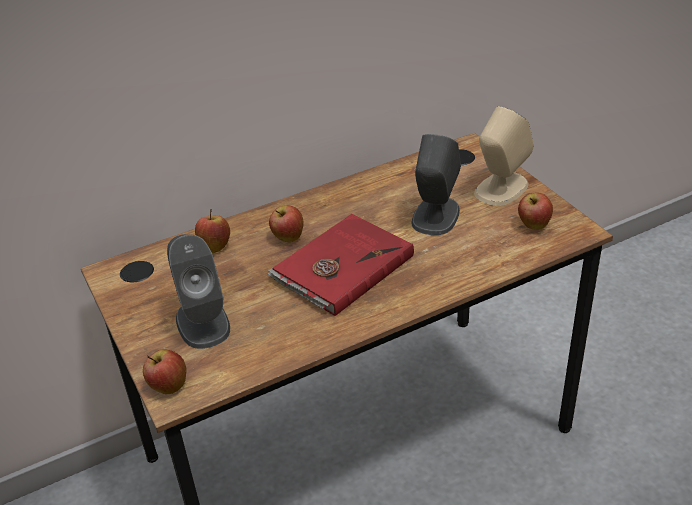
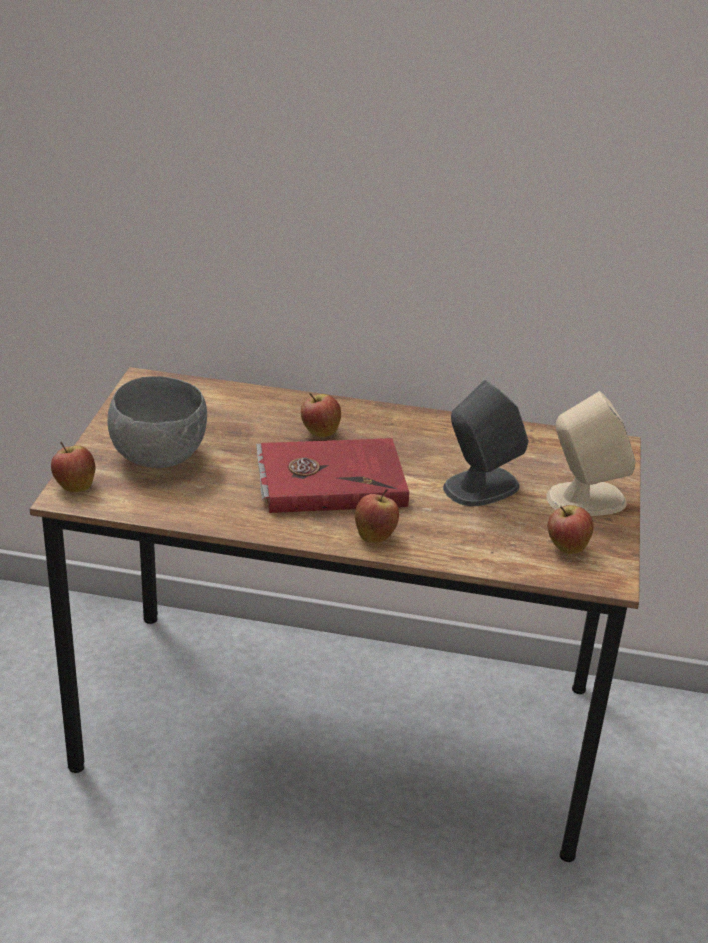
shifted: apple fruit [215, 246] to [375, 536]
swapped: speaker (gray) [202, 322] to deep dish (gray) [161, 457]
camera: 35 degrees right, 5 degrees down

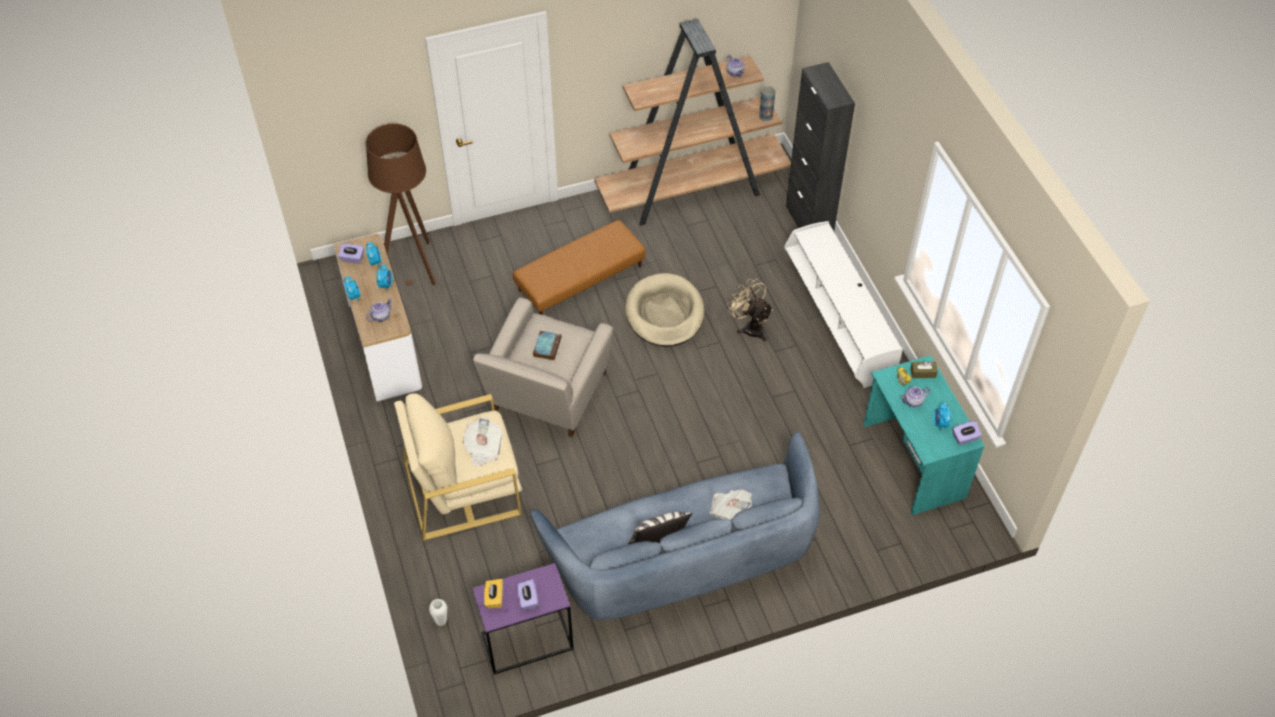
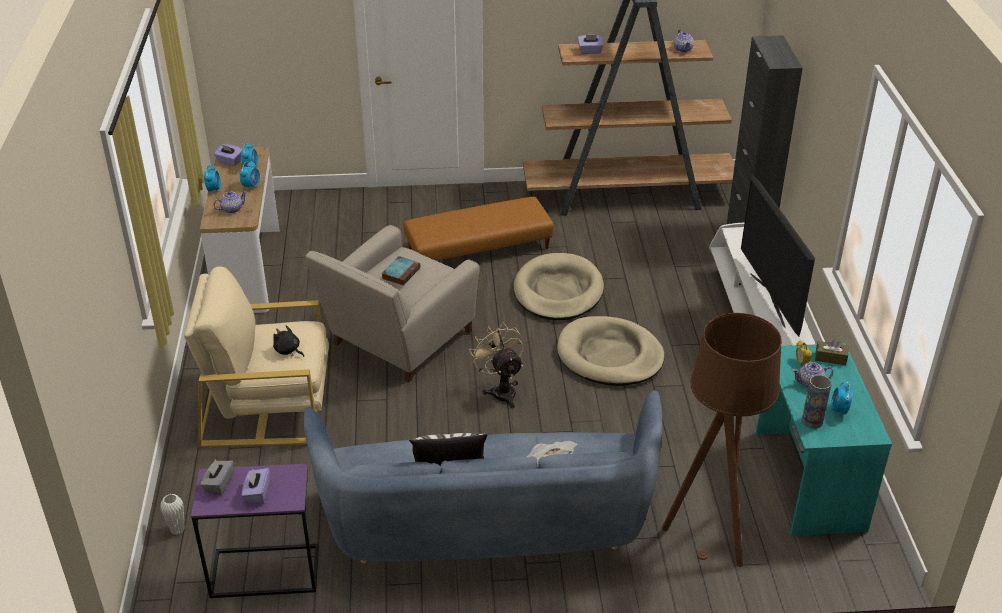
new: TV set [768, 299]; pet bed (beige) [609, 356]
shifted: decorative vase [766, 116] to [812, 421]; standing lamp (brown) [414, 265] to [711, 532]; electric fan (beige) [750, 327] to [501, 390]; tissue holder (purple) [965, 438] to [590, 51]
swapped: daily paper [483, 449] to plush toy (blackish) [288, 351]
repainted: tissue holder (yellowish) [494, 598] to tissue holder (gray) [218, 484]
camera: 15 degrees right, 15 degrees down

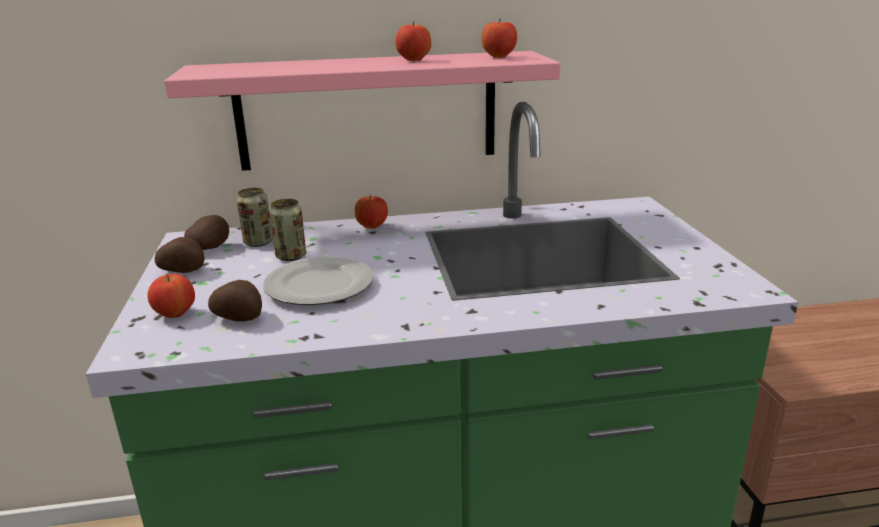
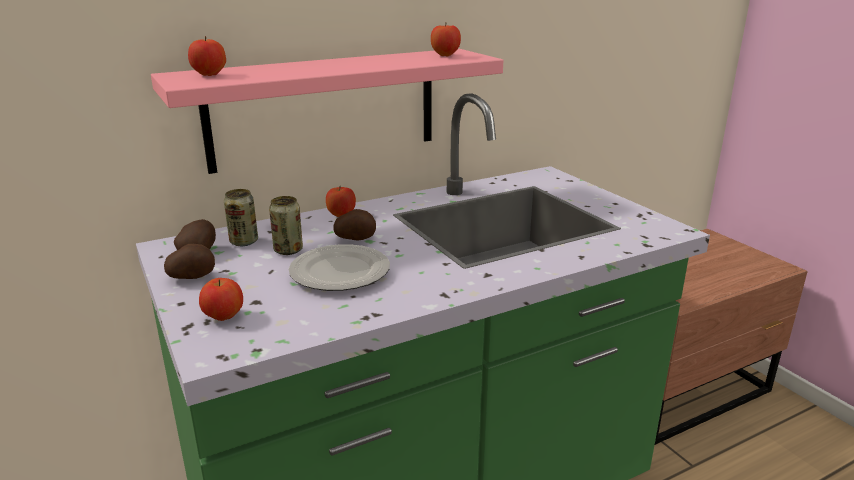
shifted: apple fruit [414, 60] to [209, 75]; potato [240, 318] to [355, 239]
camera: 20 degrees left, 0 degrees up

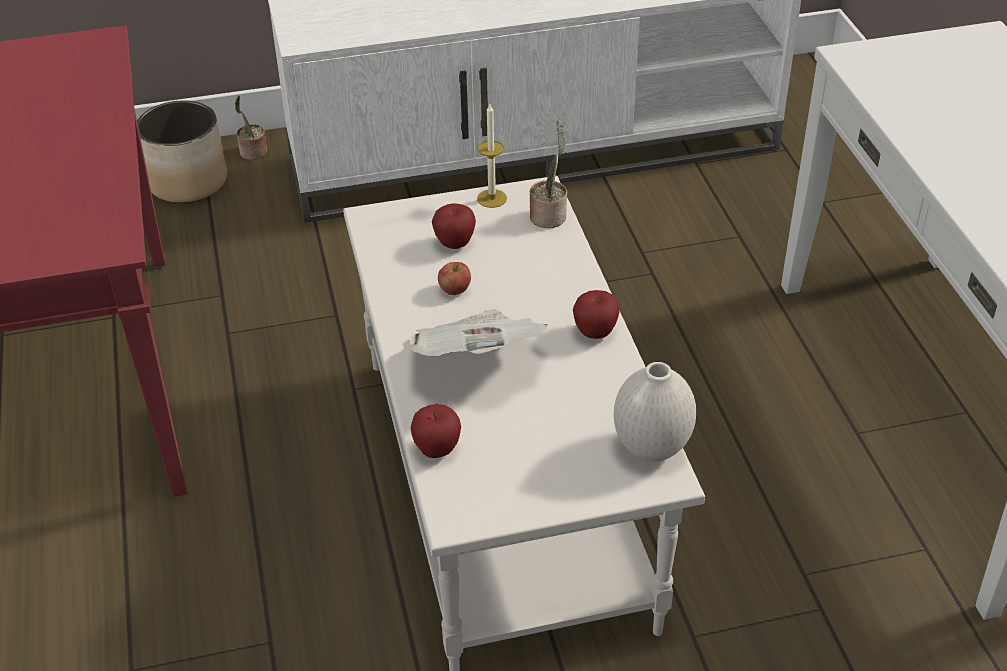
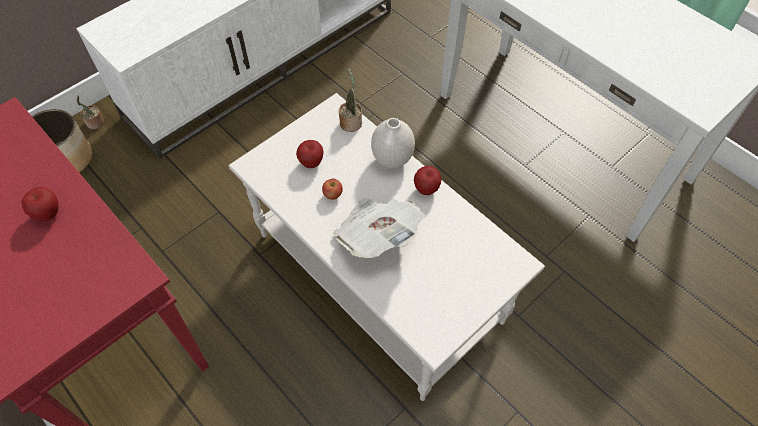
gone: wax light [492, 198]
shifted: decorative vase (white-coloured) [650, 448] to [391, 160]; apple fruit [437, 450] to [48, 214]
camera: 30 degrees left, 15 degrees up

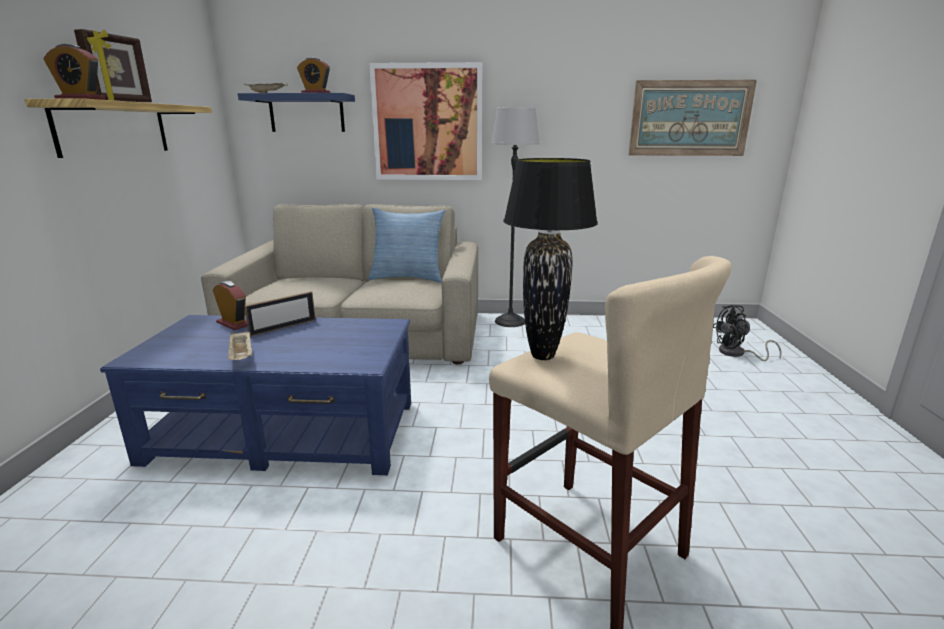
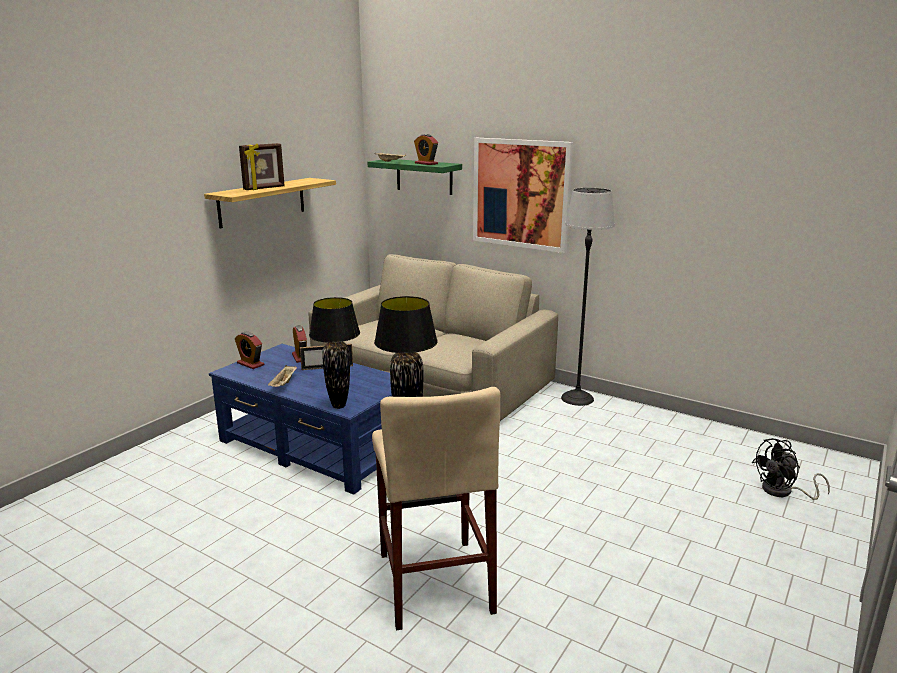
gone: wall art [690, 118]; cushion [408, 277]
new: lamp for a table (blackish) [339, 406]
shifted: alarm clock [80, 99] to [250, 364]
repainted: bracket shelf (blue) [306, 113] to bracket shelf (green) [424, 176]
rotated: electric fan (blackish) [737, 354] = [783, 492] 45 degrees counterclockwise
camera: 30 degrees right, 0 degrees up

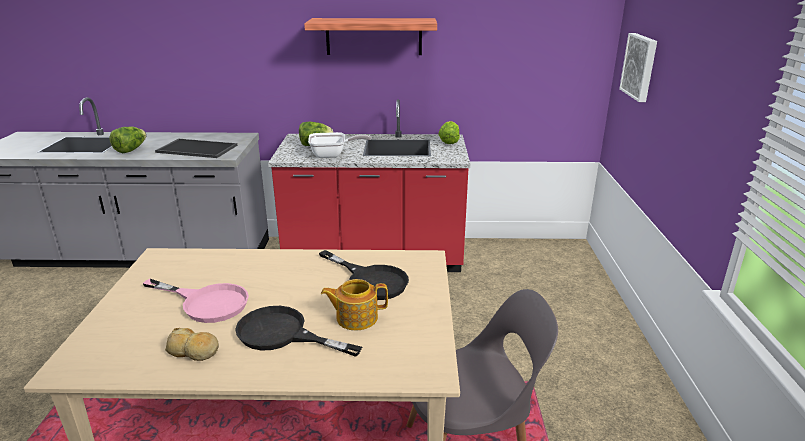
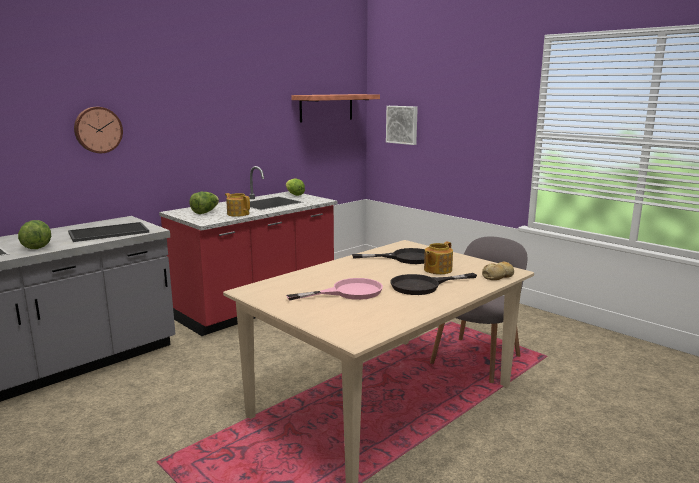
new: hanging clock [98, 130]
shifted: bracket shelf [374, 36] to [326, 107]; bakery bread [193, 351] to [498, 276]
swapped: skillet [332, 155] to tea pot [238, 214]
camera: 45 degrees left, 10 degrees down

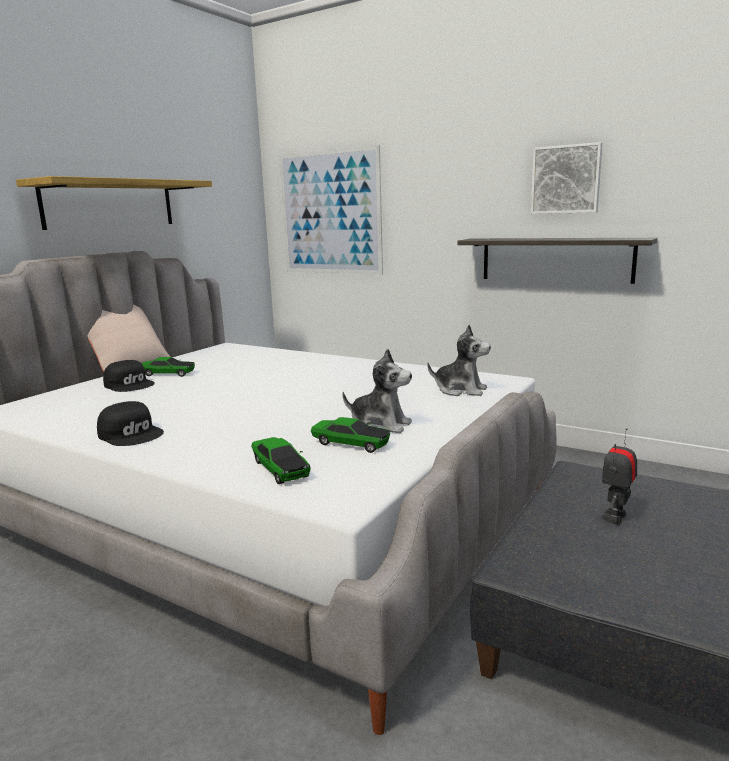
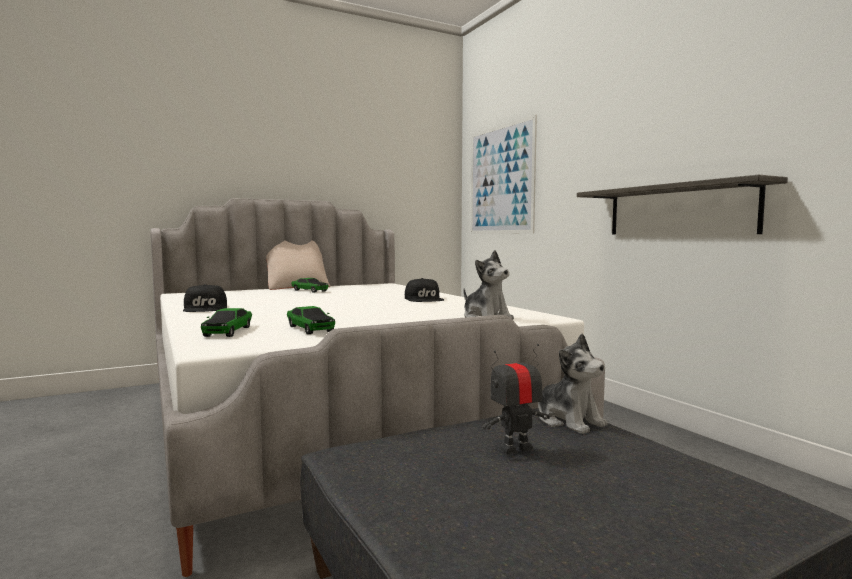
gone: wall art [566, 179]; bracket shelf [110, 204]
shifted: plush toy [380, 425] to [569, 421]; cap (blackish) [130, 384] to [424, 299]
camera: 30 degrees right, 10 degrees down

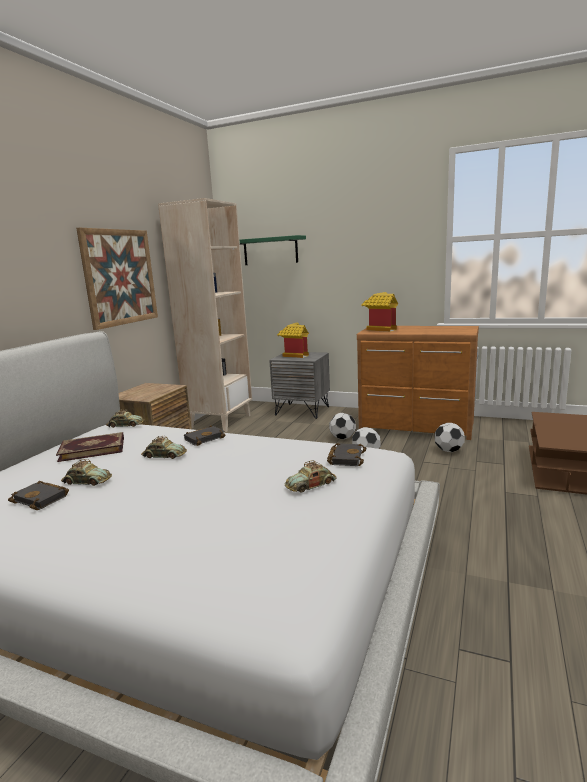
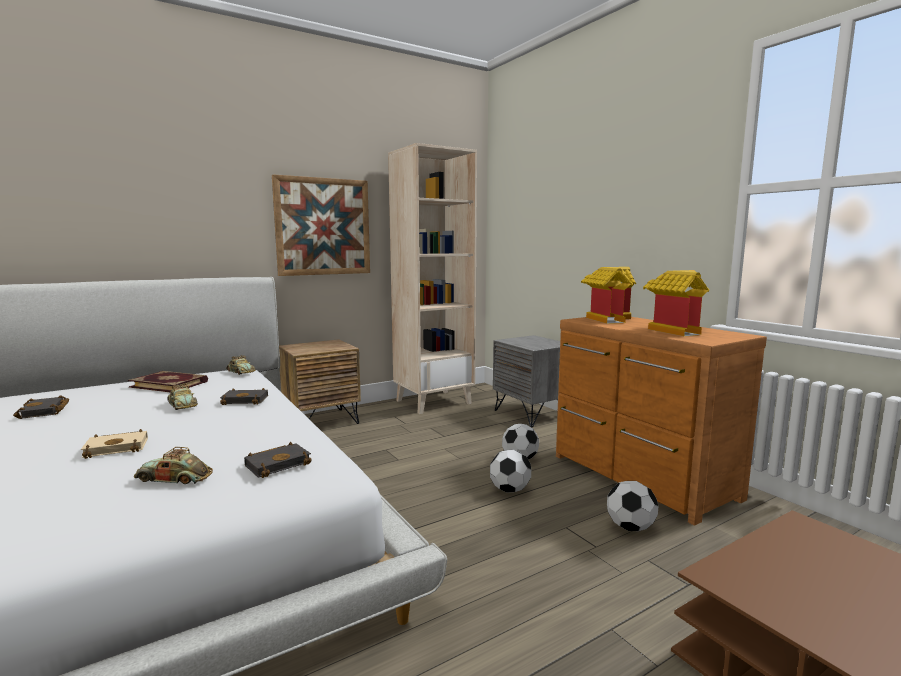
gone: bracket shelf (green) [270, 251]; miniature car [87, 481]
new: volume (beige) [118, 447]
shifted: model house [294, 355] to [673, 330]
camera: 35 degrees right, 5 degrees down

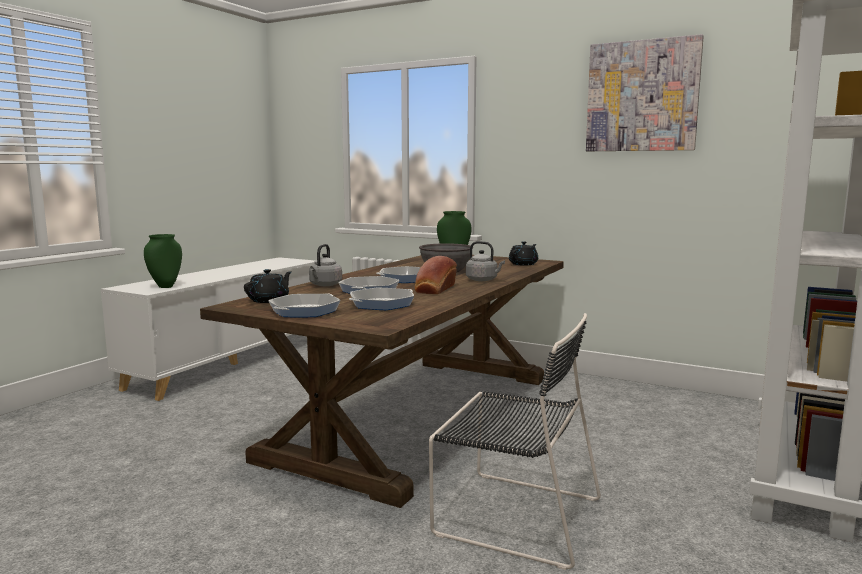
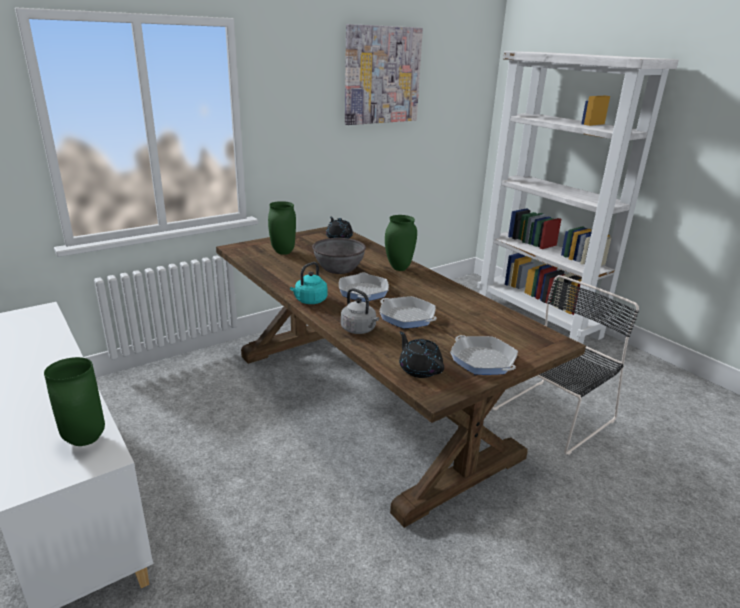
gone: bakery bread [434, 289]; skillet [381, 304]
new: tea kettle (turquoise-coloured) [309, 301]
swapped: tea kettle (gray) [483, 280] to decorative vase (green) [398, 268]
camera: 65 degrees left, 15 degrees up

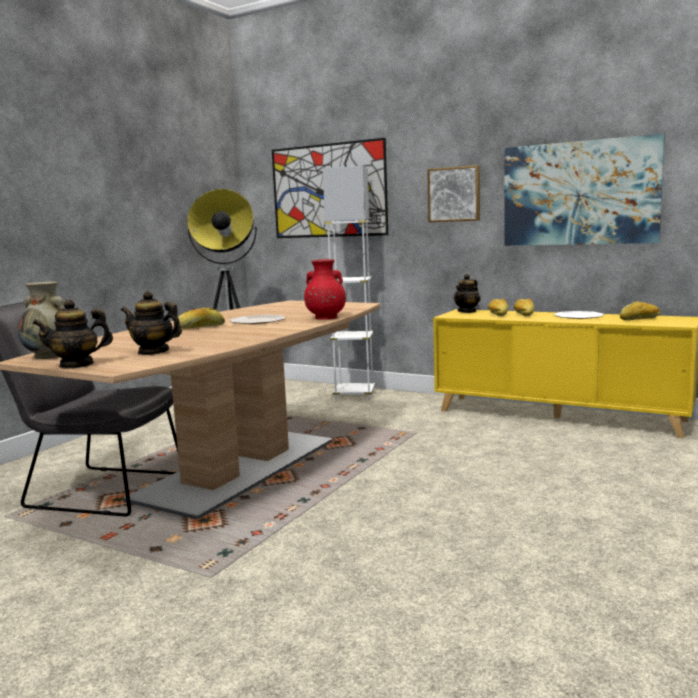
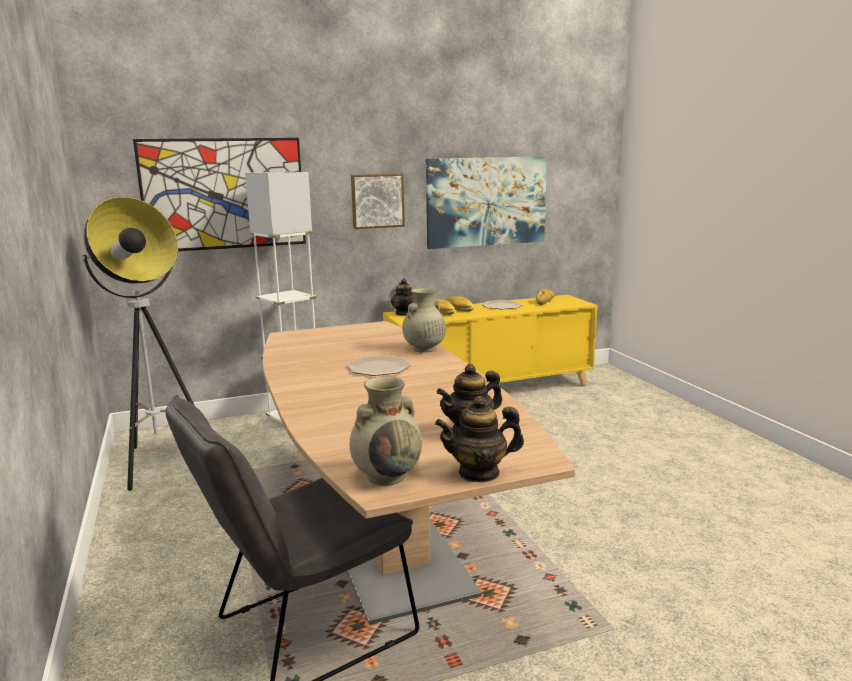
gone: bakery bread [200, 327]
repainted: decorative vase (reddish) [325, 318] to decorative vase (beige) [424, 349]
rotated: tea pot [77, 365] = [479, 473] 60 degrees clockwise
camera: 50 degrees left, 5 degrees up

